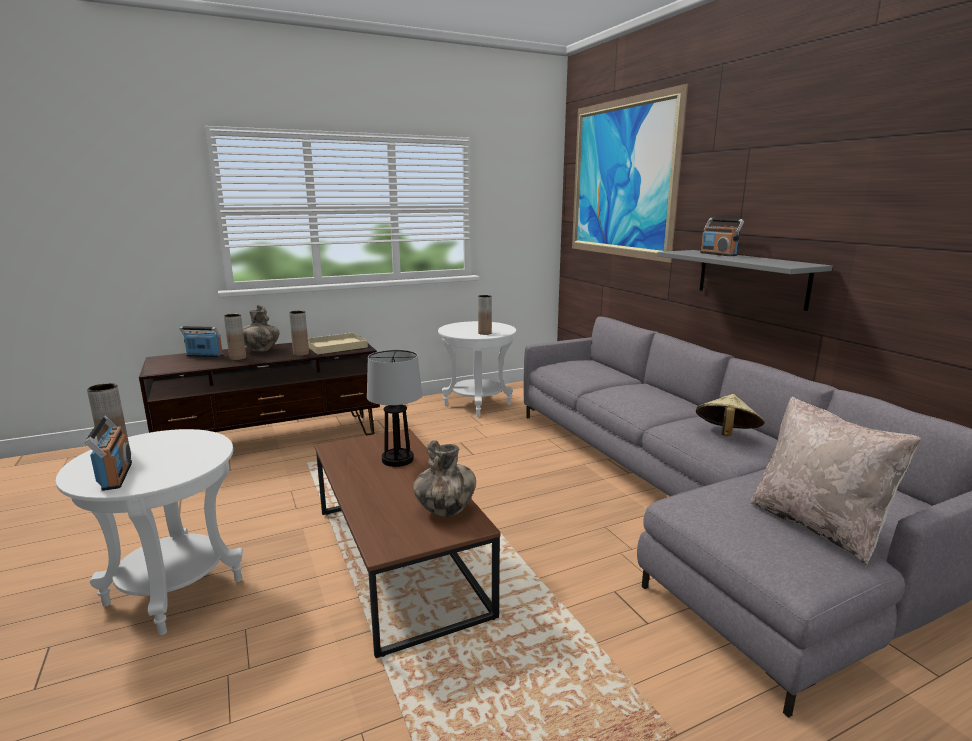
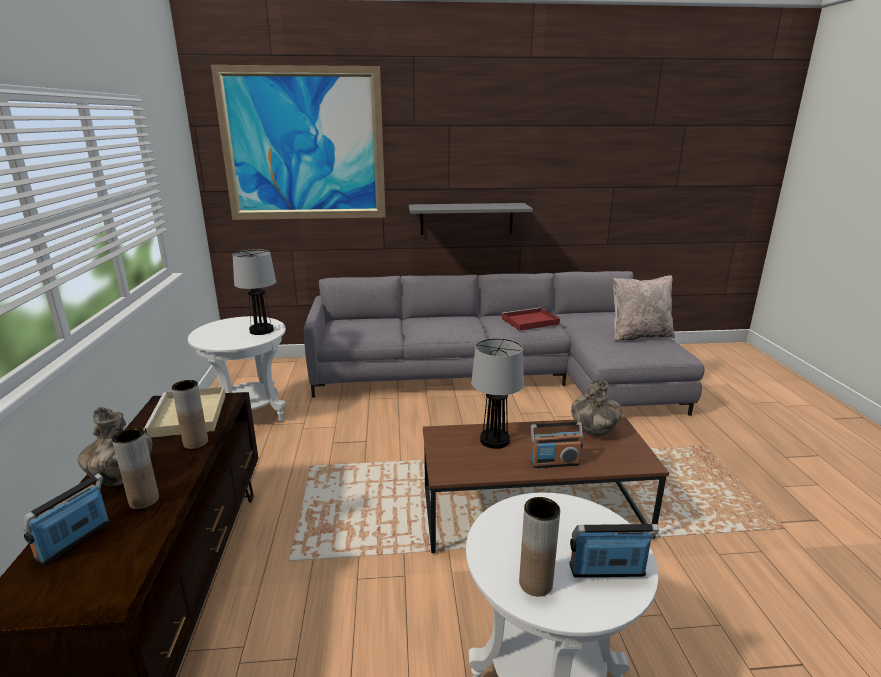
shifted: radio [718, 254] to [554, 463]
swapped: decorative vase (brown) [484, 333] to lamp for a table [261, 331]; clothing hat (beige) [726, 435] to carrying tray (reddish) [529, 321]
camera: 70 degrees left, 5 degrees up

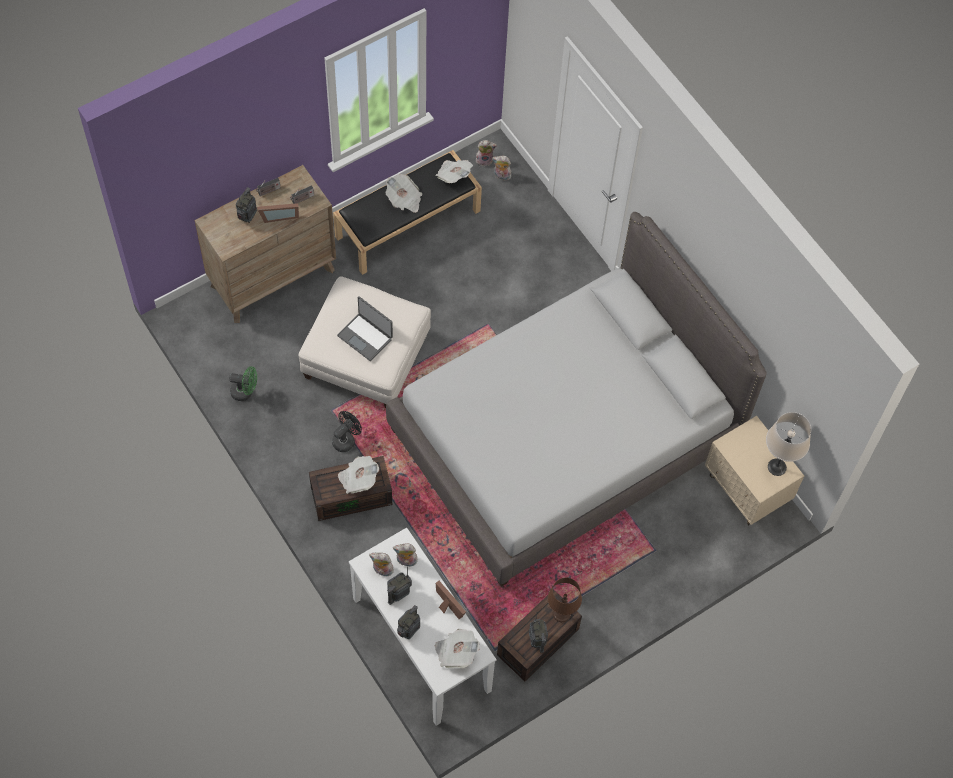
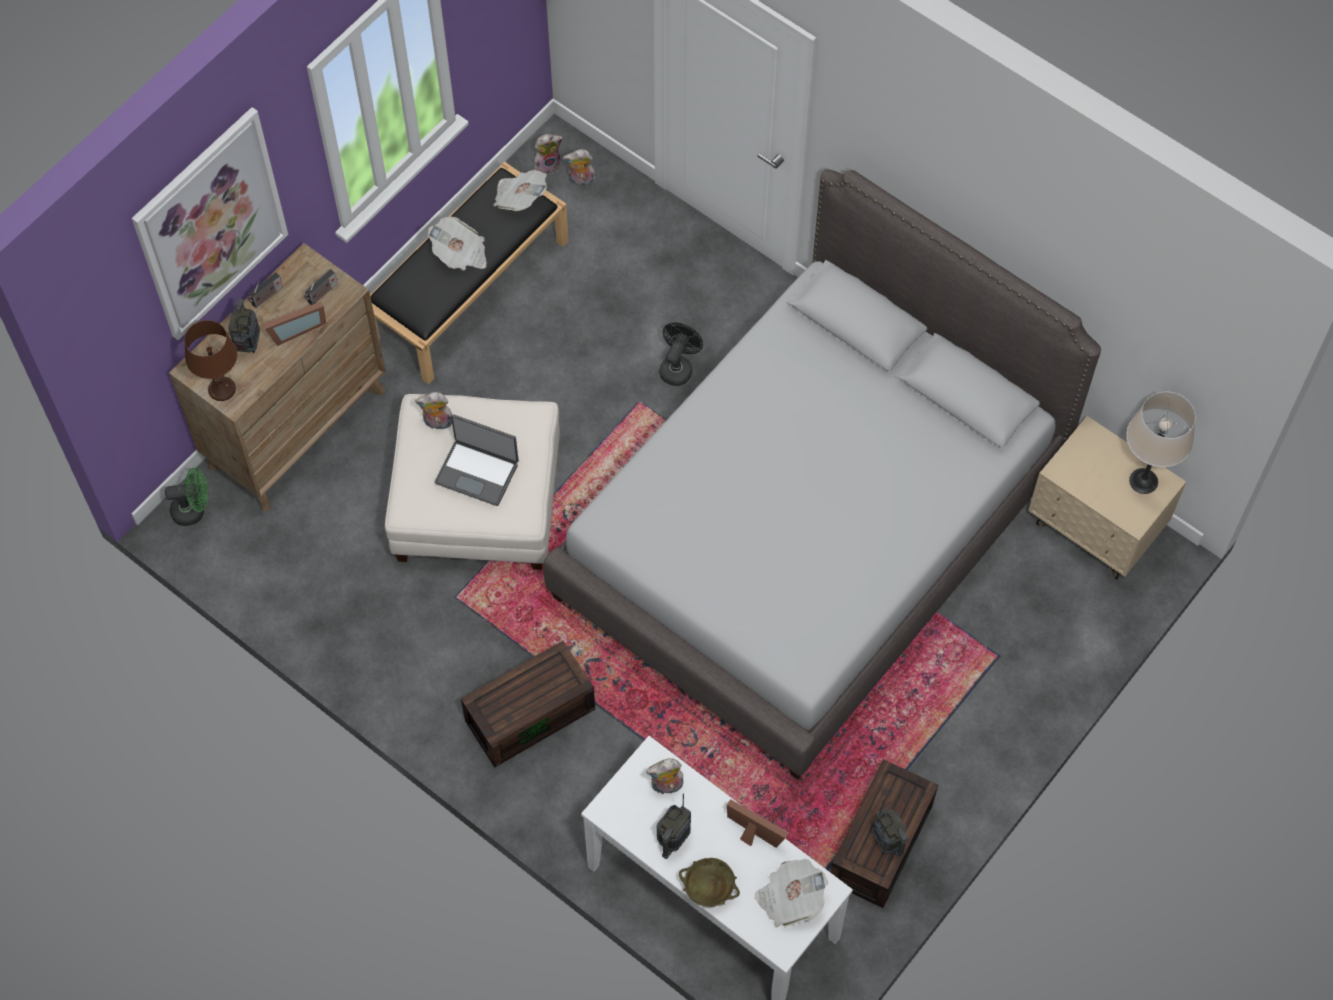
gone: daily paper [358, 479]
new: wall art [210, 224]
shifted: electric fan (green) [245, 392] to [194, 510]; electric fan (blackish) [346, 439] to [678, 367]; plush toy [382, 570] to [437, 423]; lamp for a table (brown) [562, 614] to [222, 389]
swapped: radio [409, 630] to deep dish (beige) [709, 888]
camera: 15 degrees left, 0 degrees up

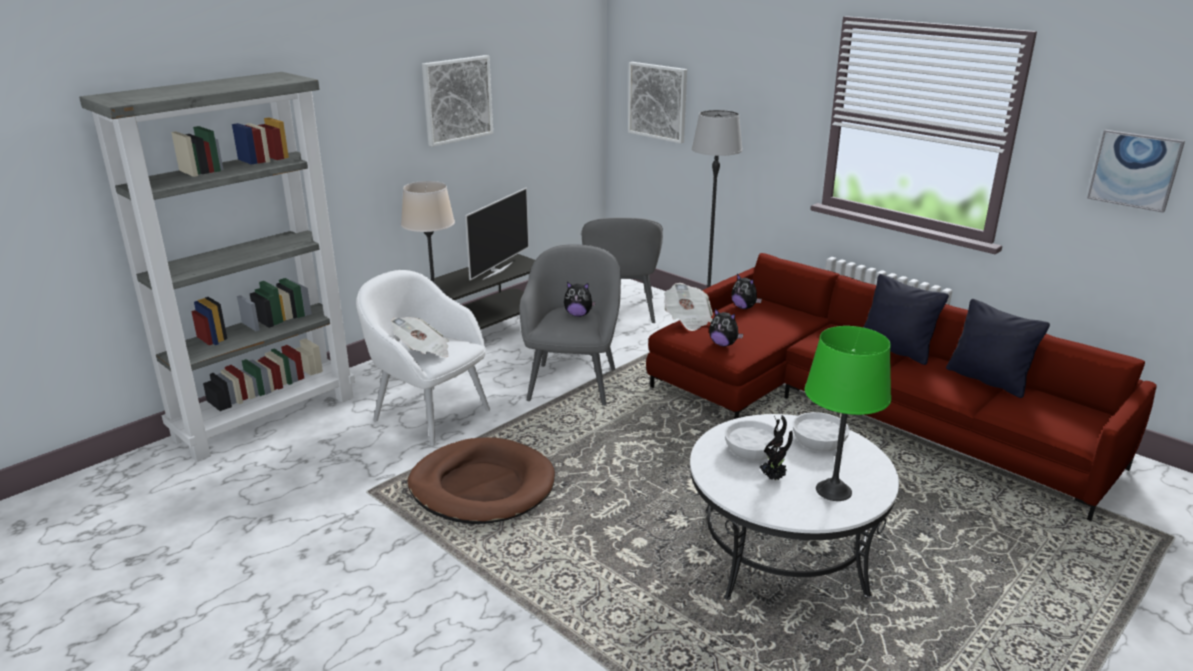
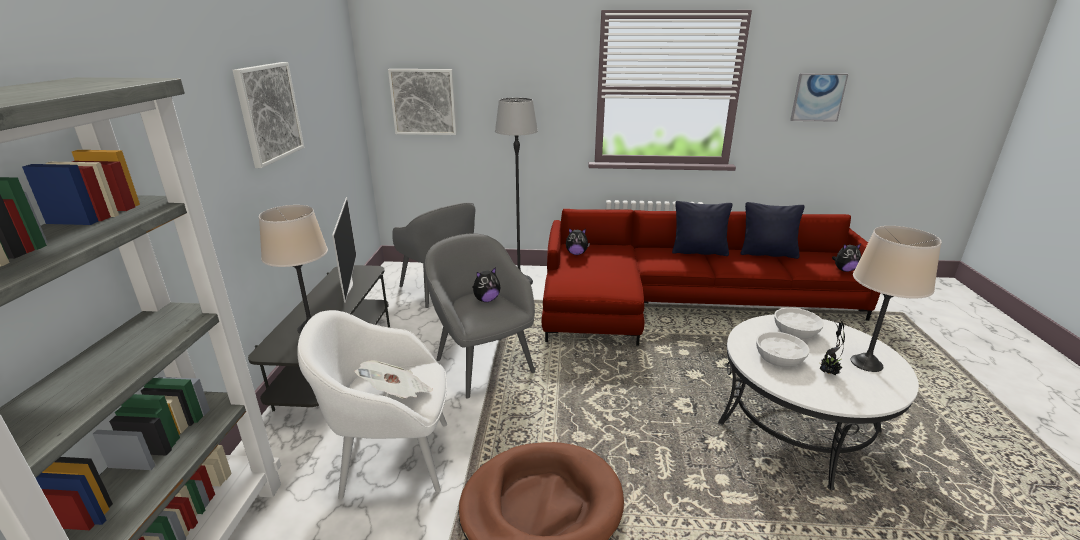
gone: daily paper [688, 320]
shifted: plush toy [723, 344] to [844, 270]
repainted: lamp for a table (green) [833, 490] to lamp for a table (beige) [866, 363]
camera: 40 degrees left, 0 degrees up

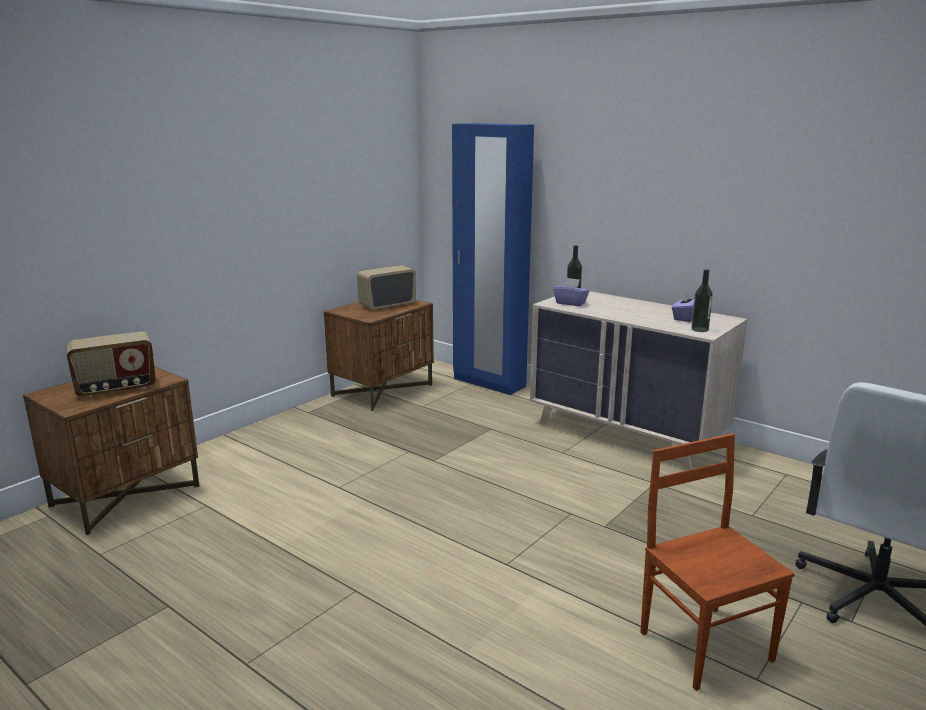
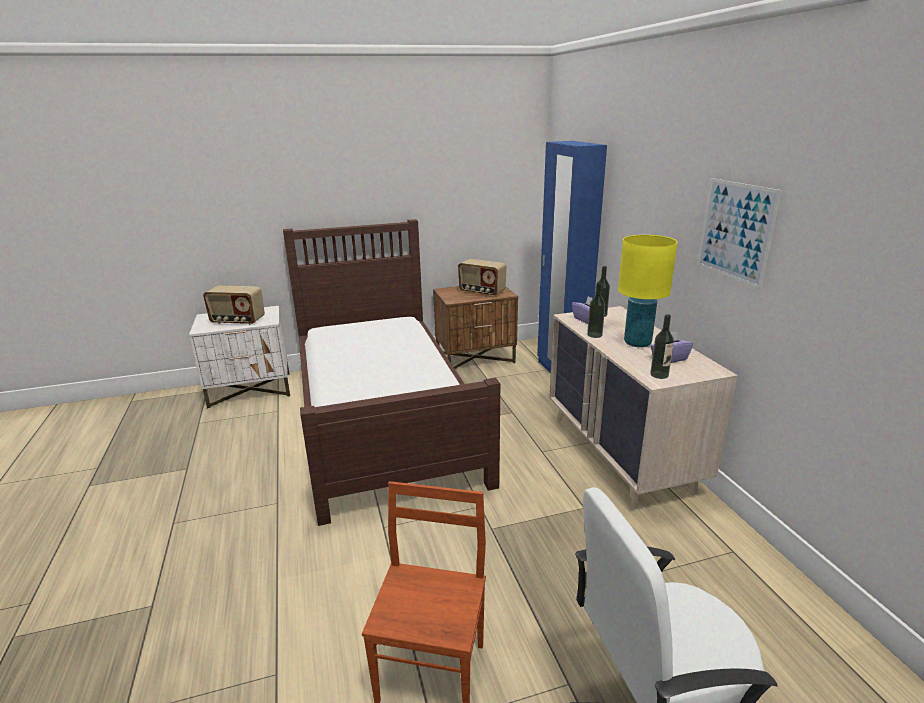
new: wall art [735, 231]; bedroom bed (brown) [383, 418]; lamp for a table (yellowish) [637, 343]; drink bottle [594, 335]
repainted: bedside table (brown) [126, 496] to bedside table (white-coloured) [251, 390]
rotated: radio [387, 305] = [481, 292] 150 degrees counterclockwise
camera: 35 degrees right, 5 degrees up

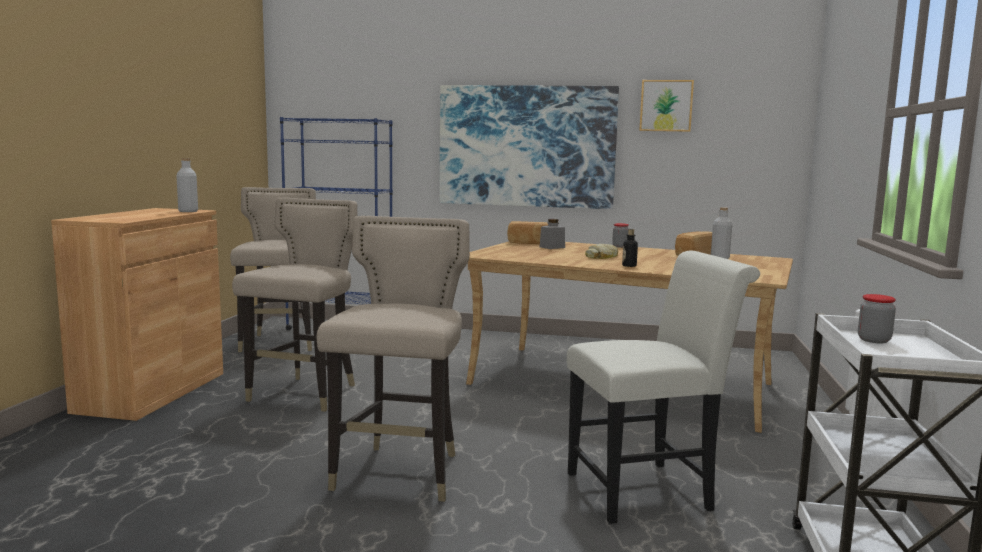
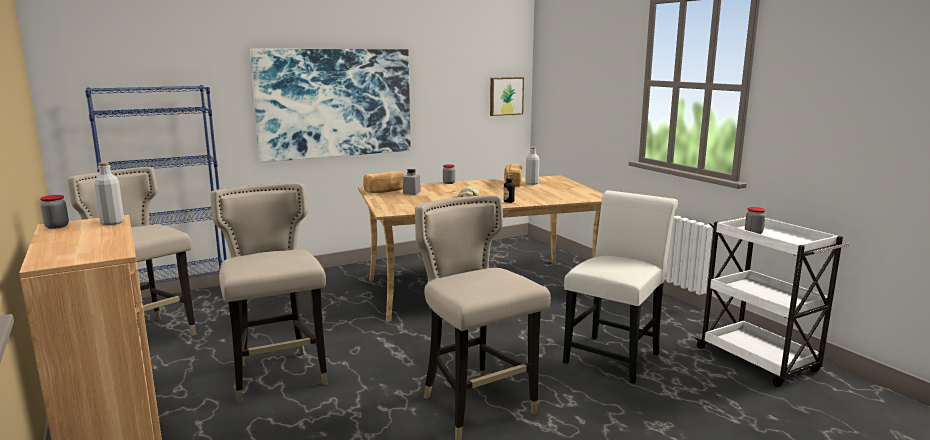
new: preserve jar [57, 226]
shifted: wall art [666, 106] to [505, 96]
camera: 40 degrees left, 5 degrees up

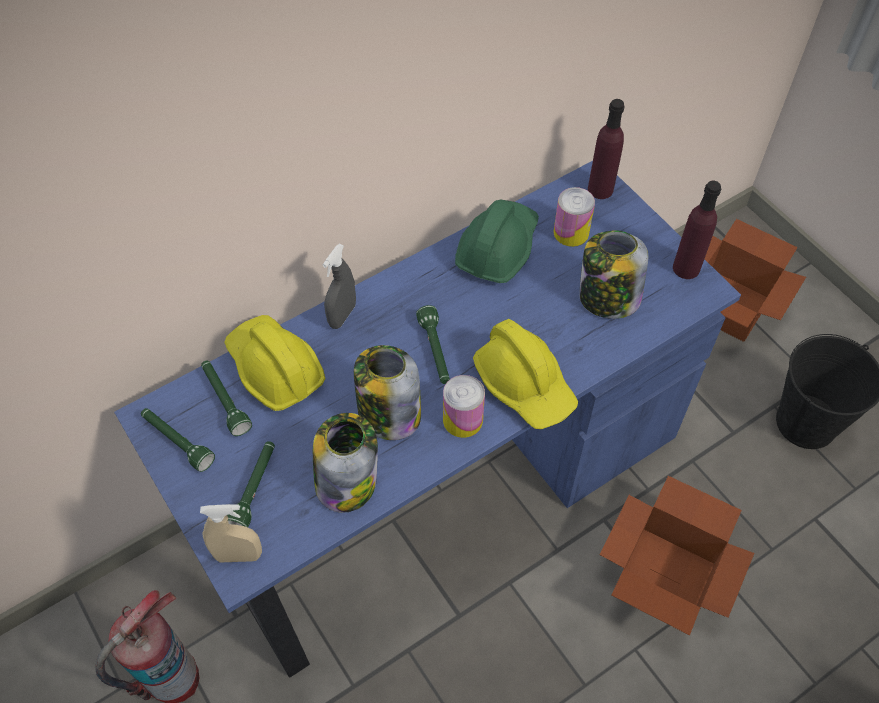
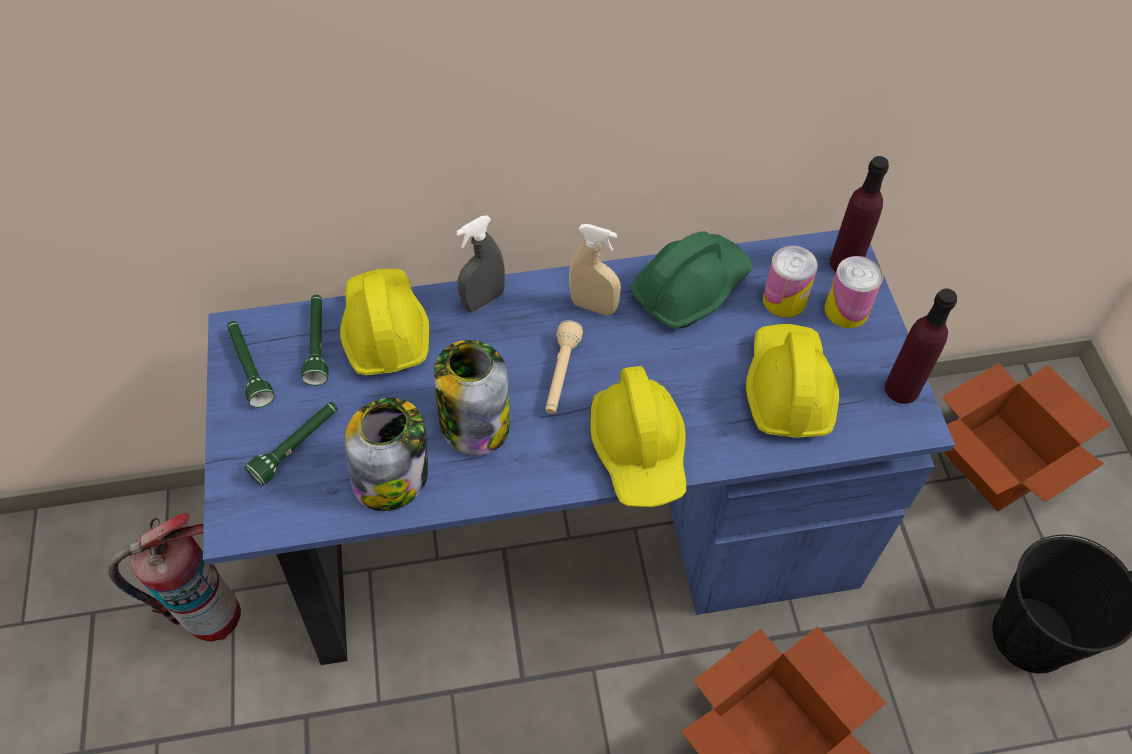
shifted: sealed can [462, 420] to [846, 310]; spray bottle (beige) [238, 555] to [594, 306]
swapped: preserve jar [607, 298] to safety helmet (yellowish) [787, 389]
repainted: flashlight (green) [435, 351] to flashlight (beige) [561, 375]
camera: 25 degrees right, 0 degrees up

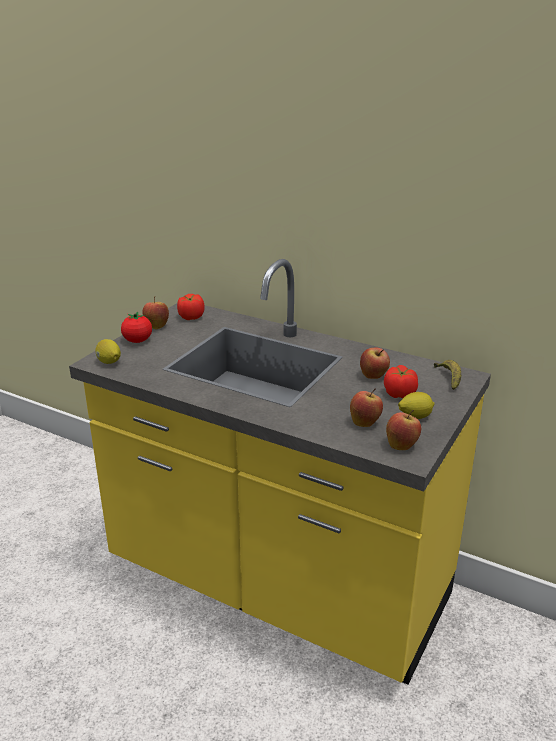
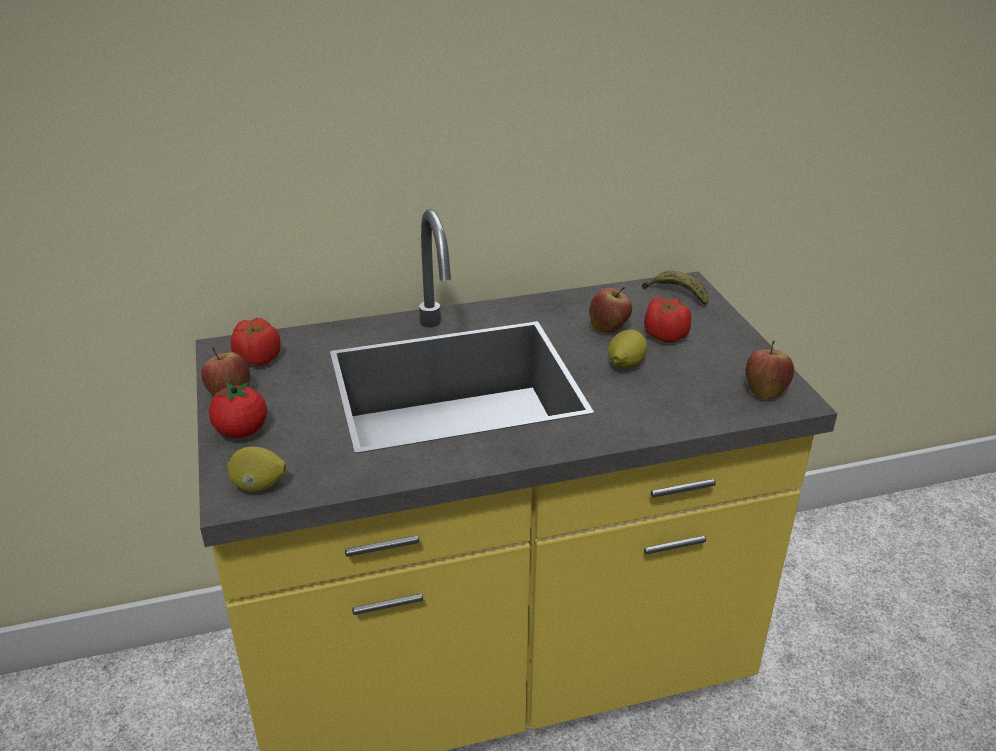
gone: apple fruit [365, 422]
shifted: lemon [415, 417] to [625, 365]
camera: 45 degrees left, 5 degrees up

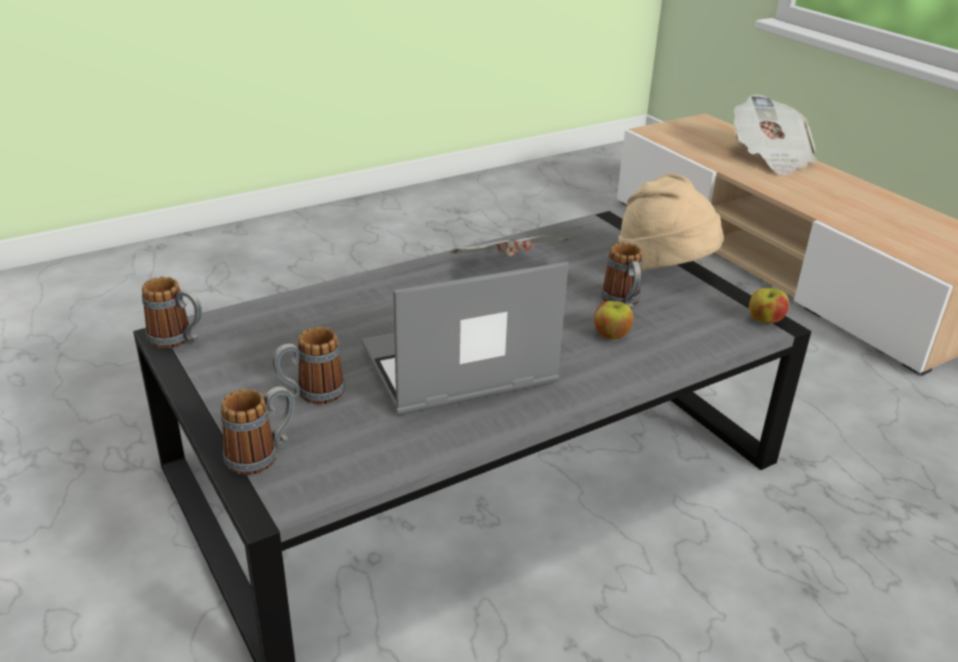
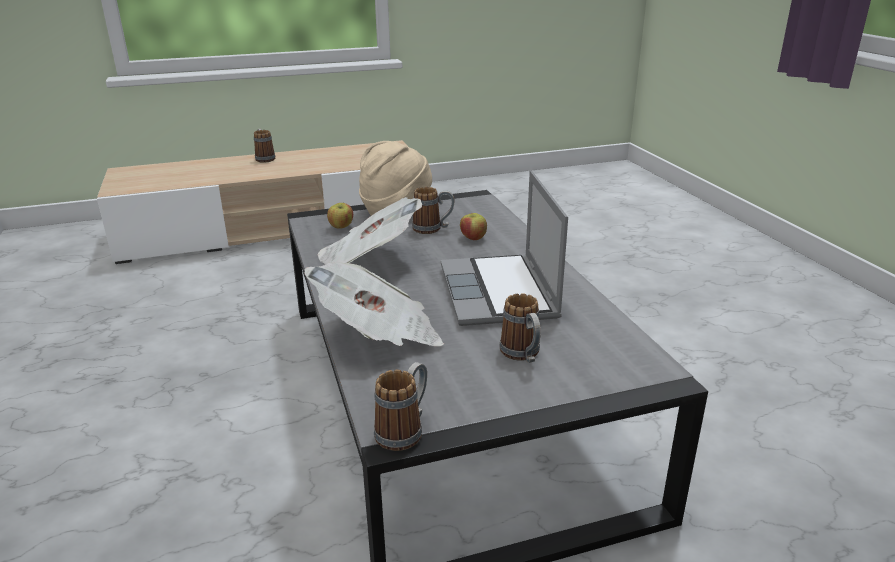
shifted: daily paper [770, 158] to [379, 335]; apple fruit [765, 321] to [341, 227]; coffee mug [262, 455] to [264, 158]
camera: 75 degrees left, 5 degrees down

